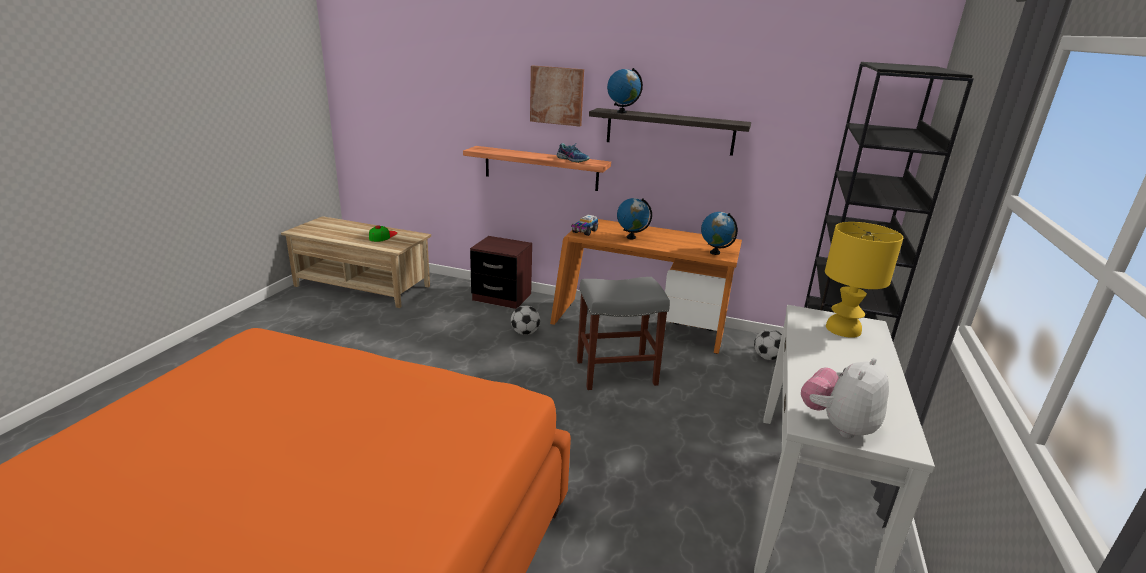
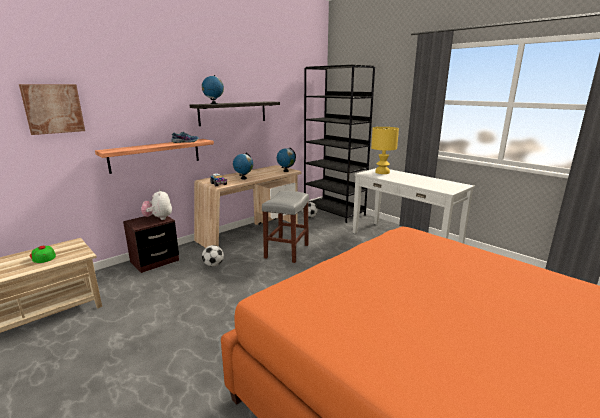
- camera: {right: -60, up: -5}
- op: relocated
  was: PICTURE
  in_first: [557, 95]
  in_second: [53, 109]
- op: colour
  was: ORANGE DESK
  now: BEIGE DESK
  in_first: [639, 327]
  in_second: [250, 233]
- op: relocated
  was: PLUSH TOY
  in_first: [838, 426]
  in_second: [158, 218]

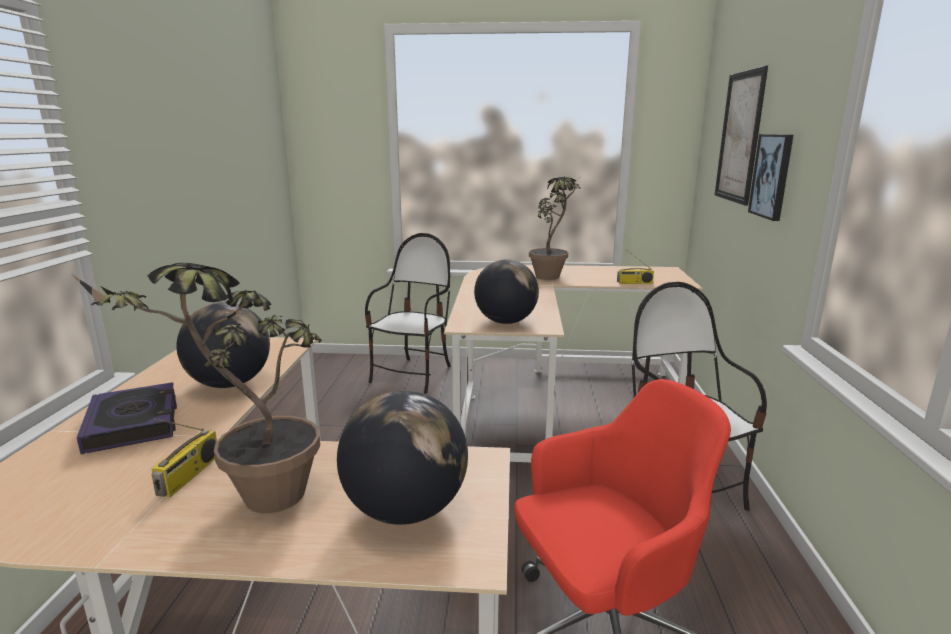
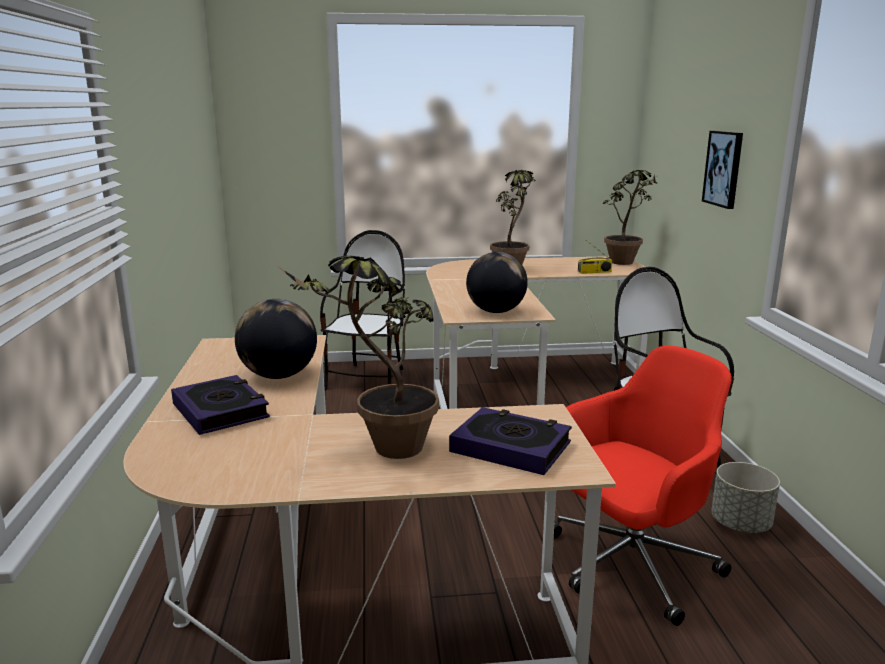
- camera: {right: -10, up: 0}
- op: missing
  was: RADIO
  in_first: [189, 475]
- op: exchanged
  was: GLOBE
  now: BOOK
  in_first: [405, 510]
  in_second: [510, 447]
- op: missing
  was: PICTURE
  in_first: [739, 137]
- op: appeared
  now: POTTED PLANT
  in_second: [625, 264]
- op: appeared
  now: GREY PLANTER
  in_second: [740, 524]

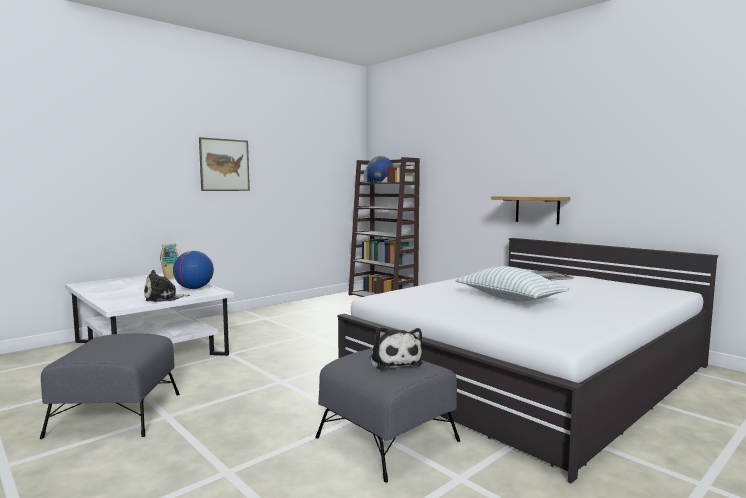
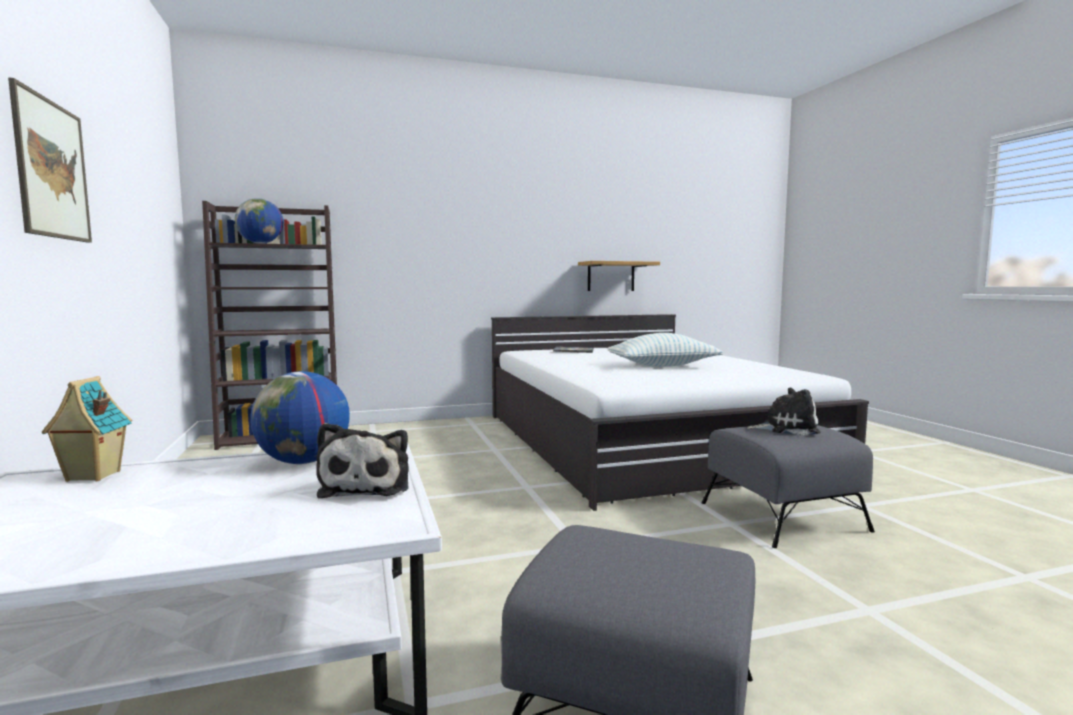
- camera: {right: -65, up: 0}
- op: relocated
  was: SHELF
  in_first: [537, 209]
  in_second: [611, 276]

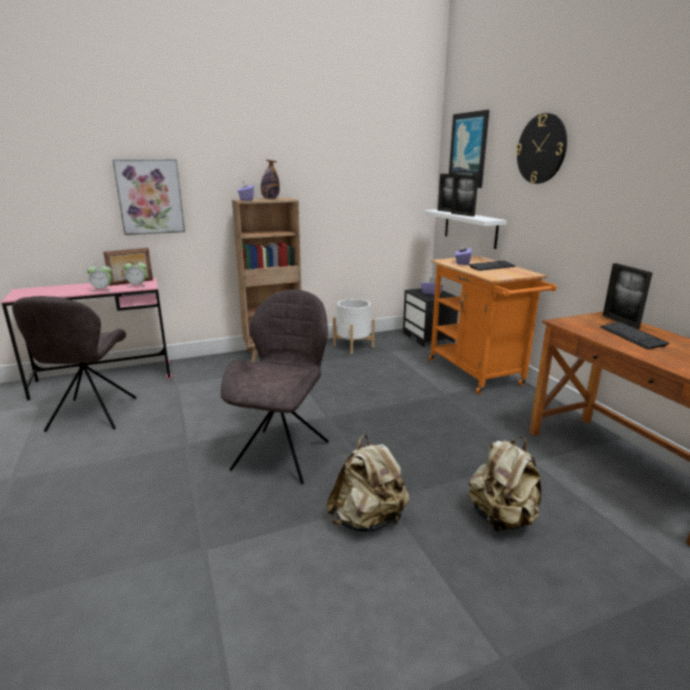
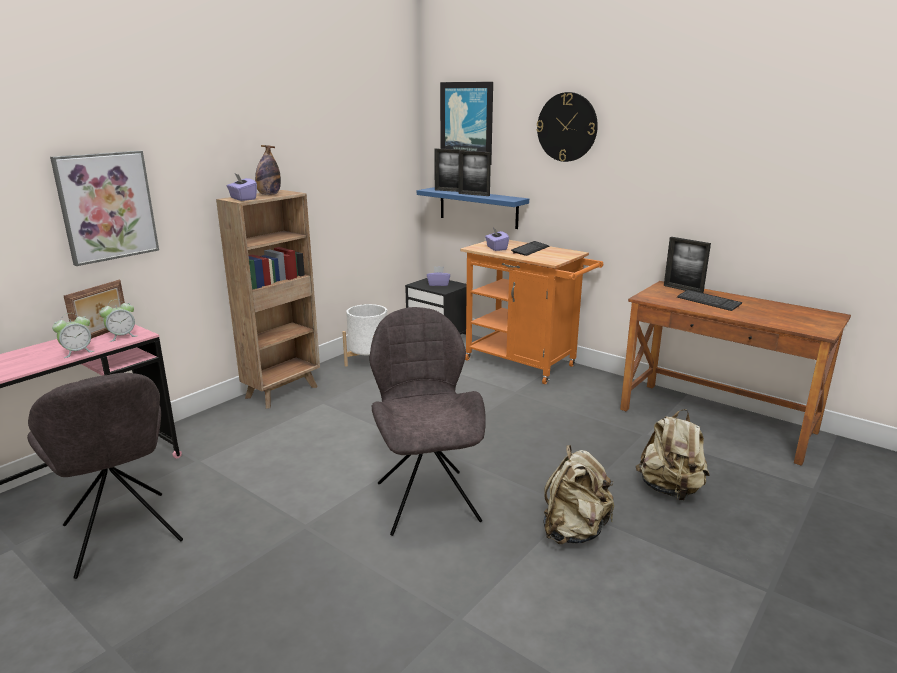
- camera: {right: -30, up: 0}
- op: colour
  was: WHITE SHELF
  now: BLUE SHELF
  in_first: [470, 228]
  in_second: [478, 208]

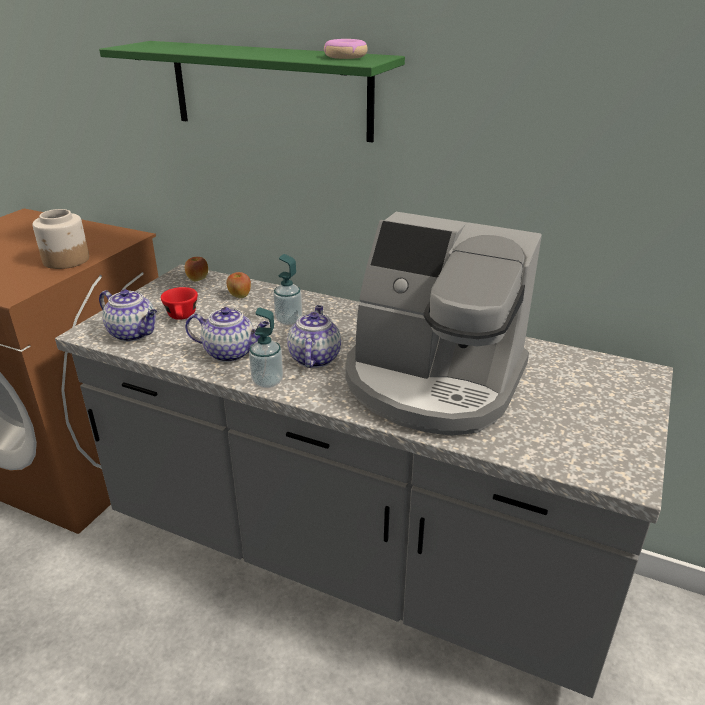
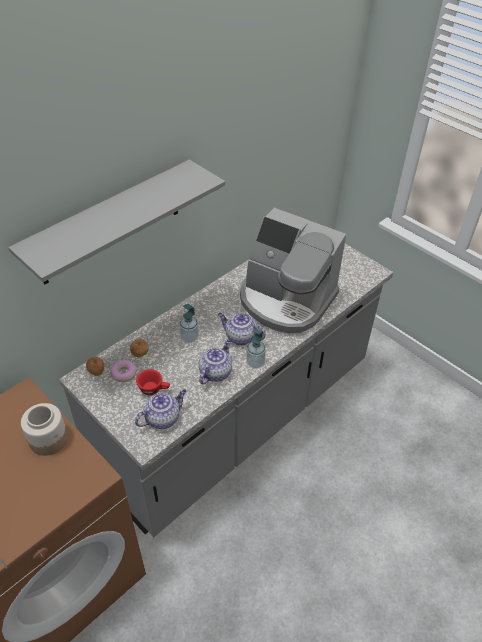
- camera: {right: -70, up: 15}
- op: colour
  was: GREEN SHELF
  now: GREY SHELF
  in_first: [270, 90]
  in_second: [110, 223]
- op: relocated
  was: DONUT
  in_first: [345, 56]
  in_second: [123, 373]
- op: spun
  was: COFFEE MACHINE
  in_first: [432, 382]
  in_second: [286, 300]
  clockwise: 75

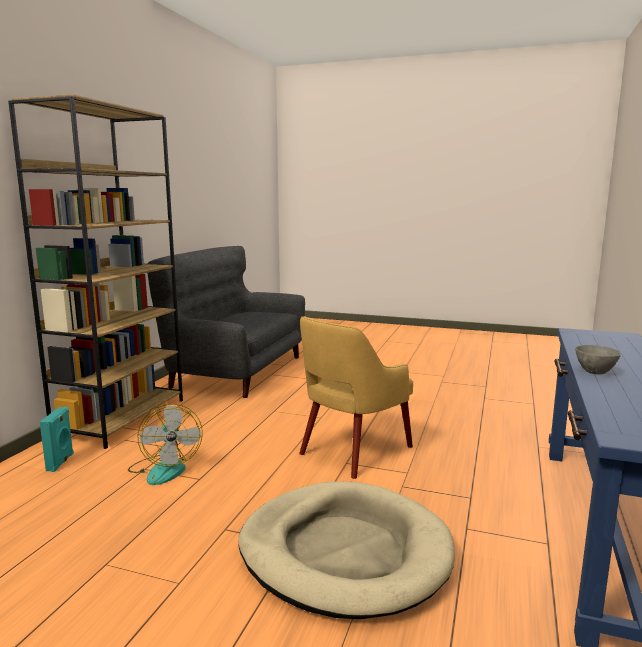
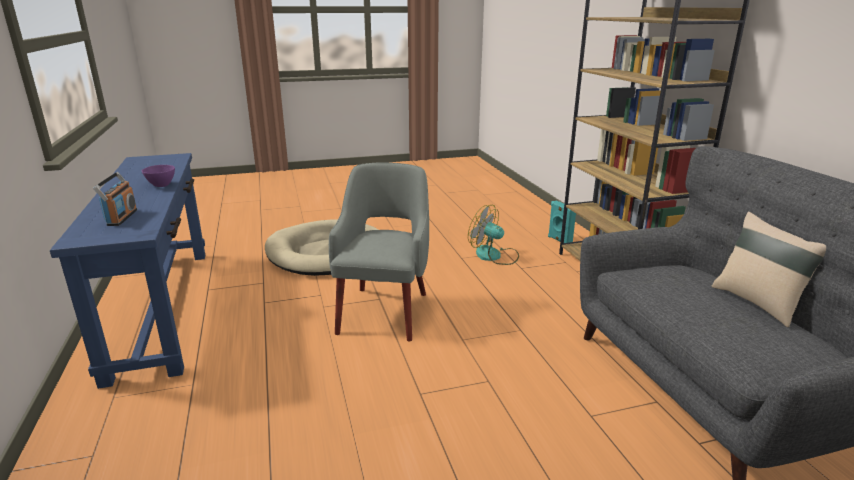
- camera: {right: 145, up: 10}
- op: colour
  was: YELLOW ARMCHAIR
  now: GREY ARMCHAIR
  in_first: [353, 451]
  in_second: [384, 311]
- op: colour
  was: GREY BOWL
  now: PURPLE BOWL
  in_first: [595, 372]
  in_second: [161, 185]
- op: appeared
  now: RADIO
  in_second: [121, 217]
- op: appeared
  now: BEIGE PILLOW
  in_second: [758, 303]

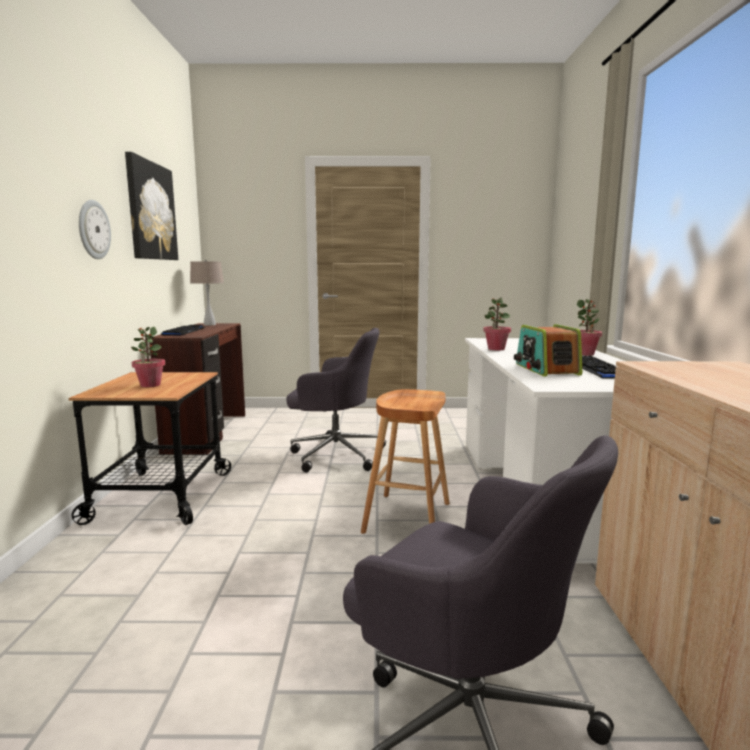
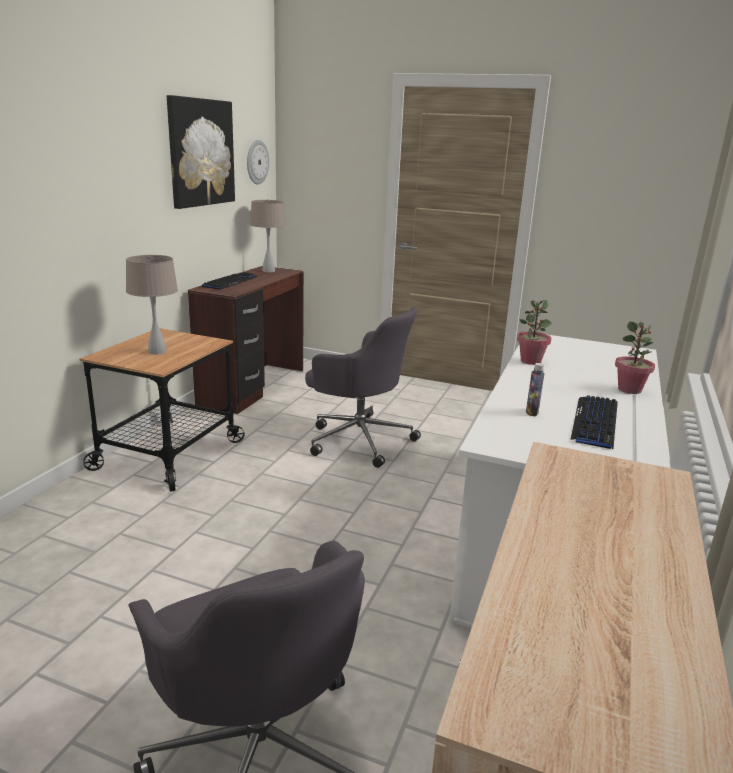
- camera: {right: 20, up: 10}
- op: relocated
  was: WALL CLOCK
  in_first: [93, 230]
  in_second: [256, 162]
- op: exchanged
  was: POTTED PLANT
  now: BEIGE TABLE LAMP
  in_first: [150, 385]
  in_second: [156, 351]
- op: missing
  was: BROWN STOOL
  in_first: [407, 518]
- op: exchanged
  was: RADIO
  now: BOTTLE
  in_first: [546, 369]
  in_second: [532, 412]

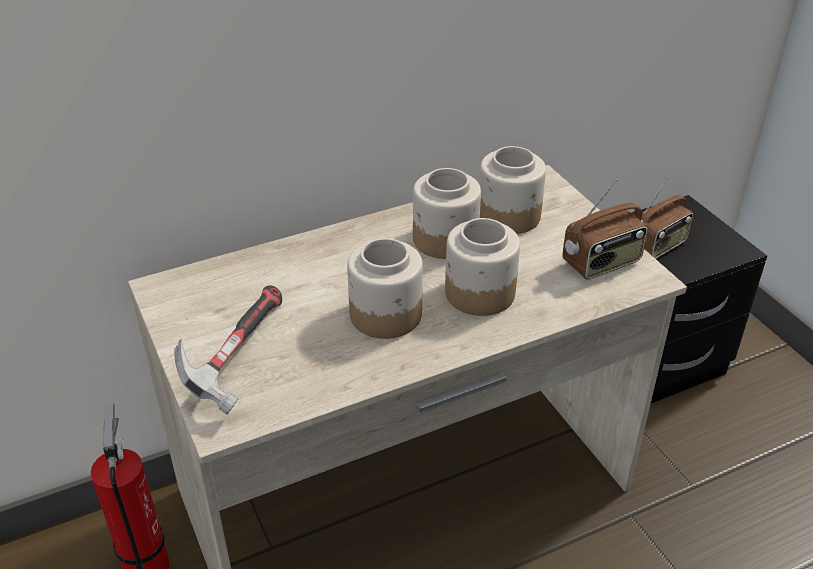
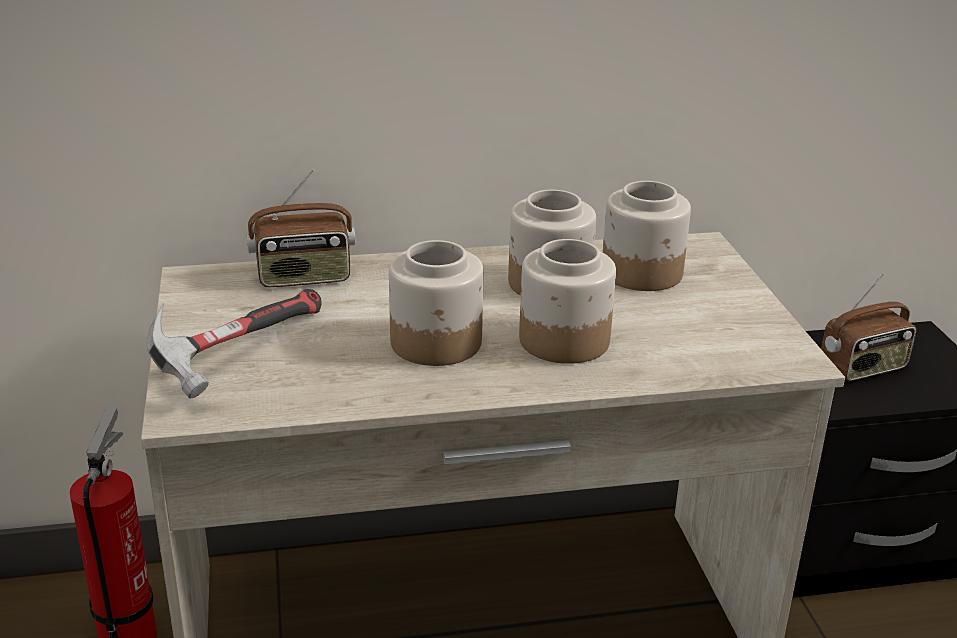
- camera: {right: 15, up: -10}
- op: relocated
  was: RADIO
  in_first: [602, 263]
  in_second: [304, 278]

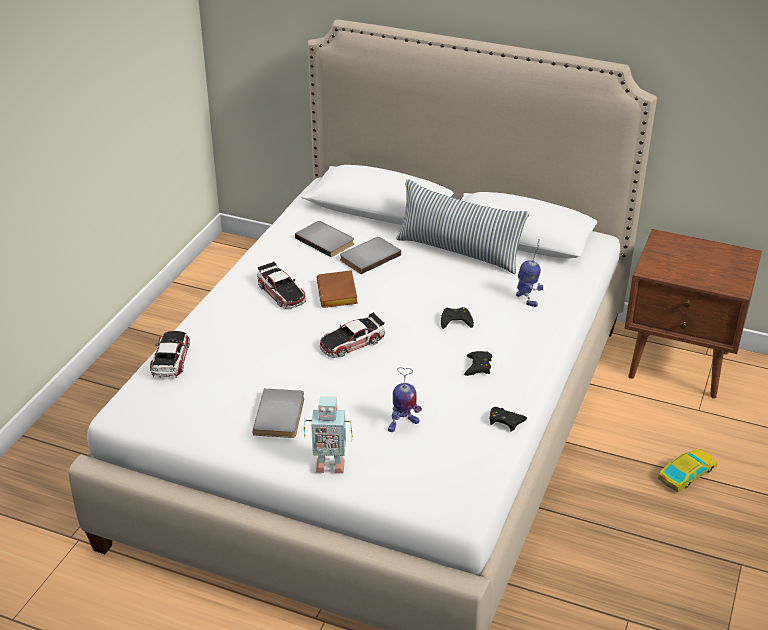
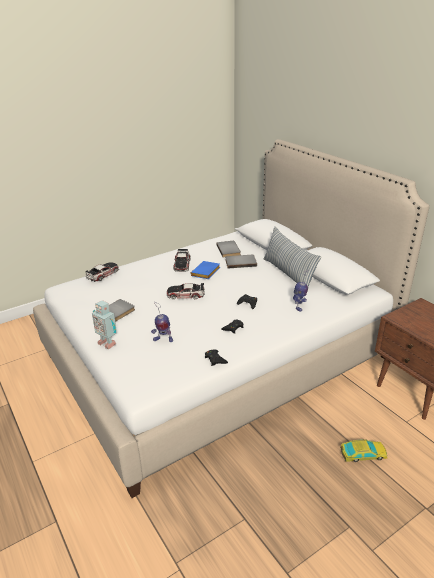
- camera: {right: 35, up: -5}
- op: colour
  was: BROWN BOOK
  now: BLUE BOOK
  in_first: [339, 294]
  in_second: [206, 273]

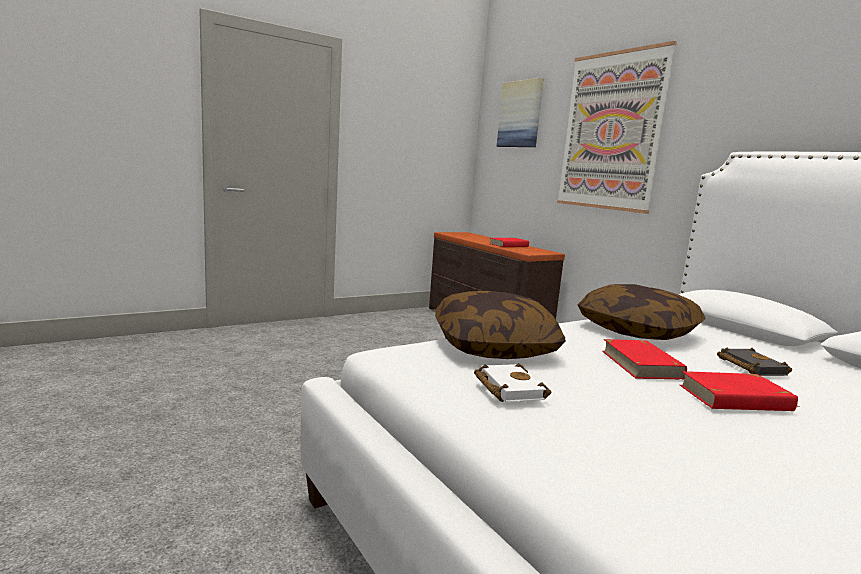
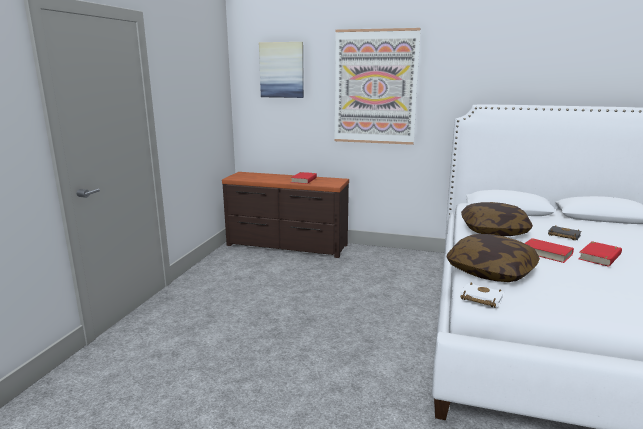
- camera: {right: -40, up: 5}
- op: relocated
  was: WHITE BOOK
  in_first: [506, 388]
  in_second: [480, 298]

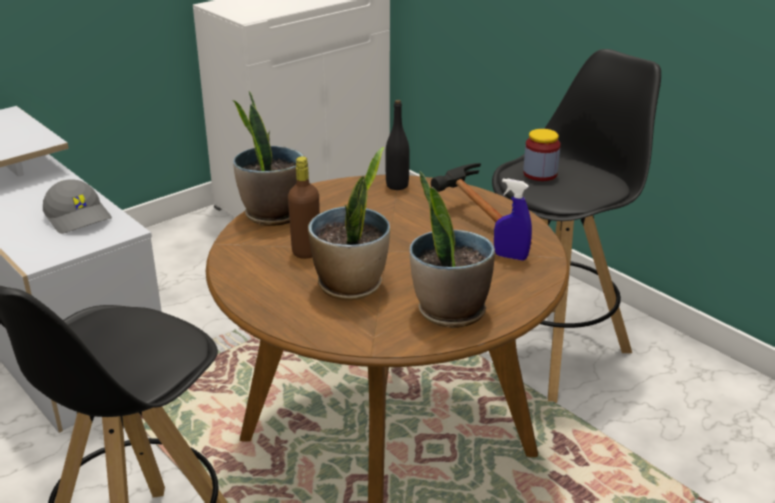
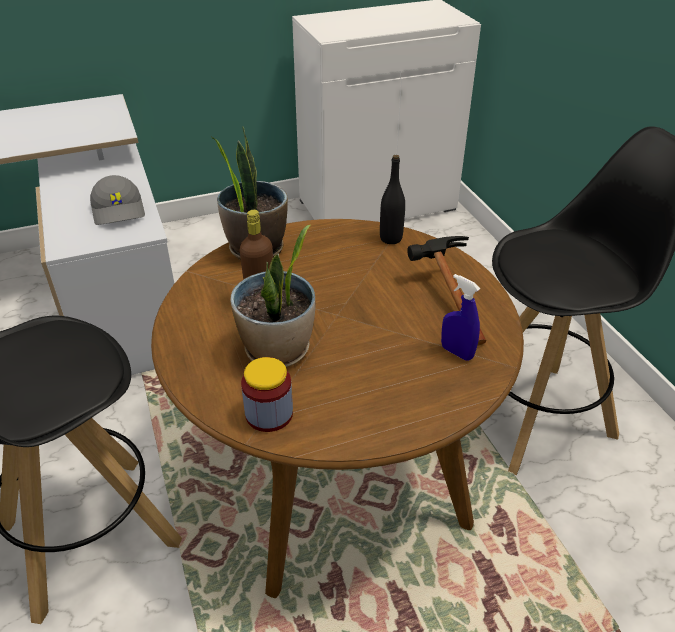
- camera: {right: 20, up: 10}
- op: missing
  was: POTTED PLANT
  in_first: [449, 311]
- op: relocated
  was: JAR
  in_first: [540, 174]
  in_second: [269, 414]

